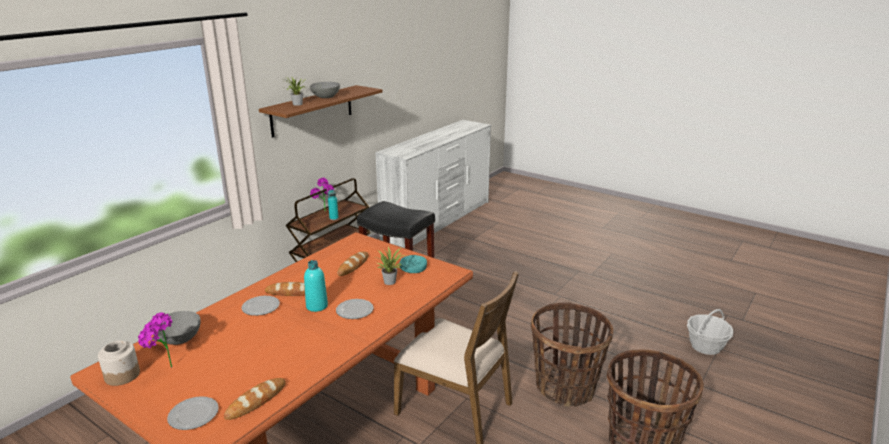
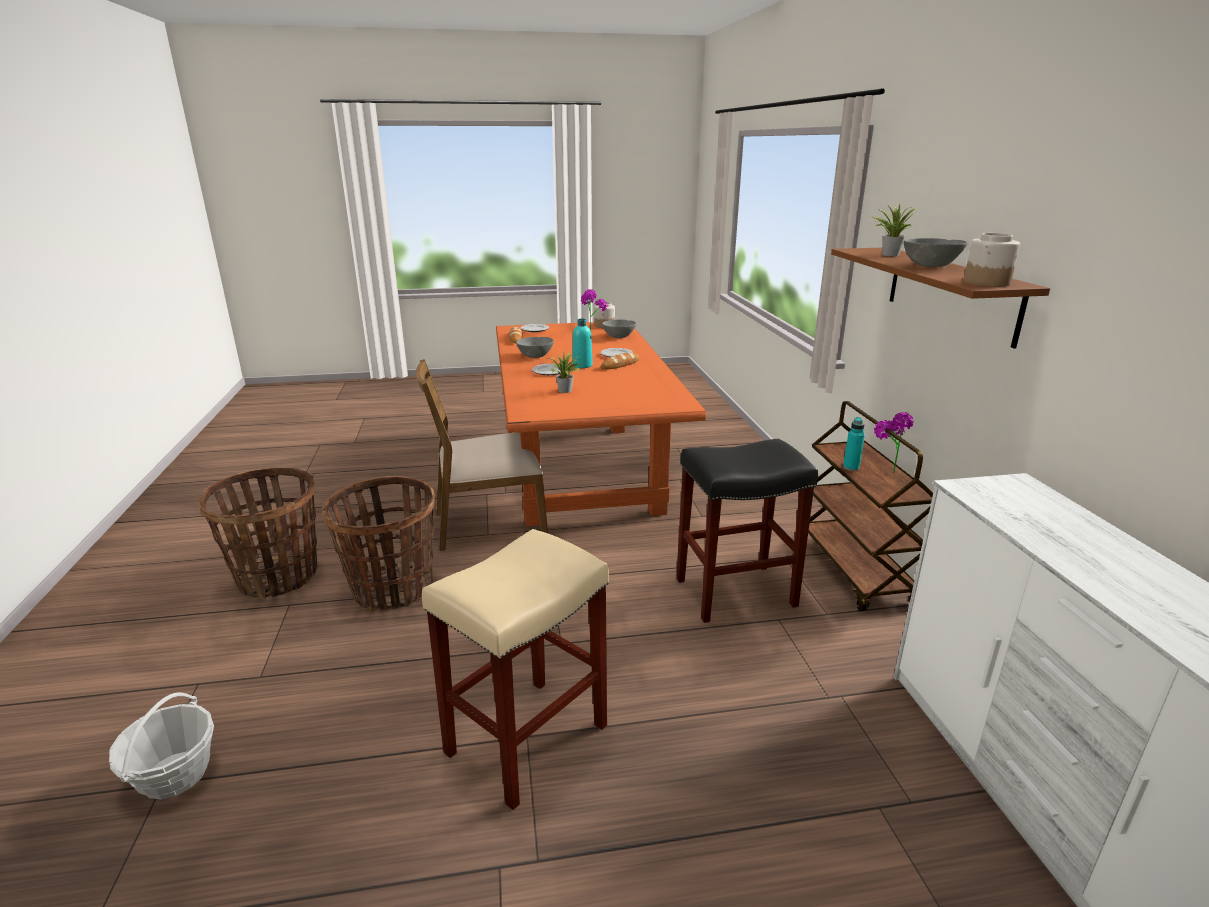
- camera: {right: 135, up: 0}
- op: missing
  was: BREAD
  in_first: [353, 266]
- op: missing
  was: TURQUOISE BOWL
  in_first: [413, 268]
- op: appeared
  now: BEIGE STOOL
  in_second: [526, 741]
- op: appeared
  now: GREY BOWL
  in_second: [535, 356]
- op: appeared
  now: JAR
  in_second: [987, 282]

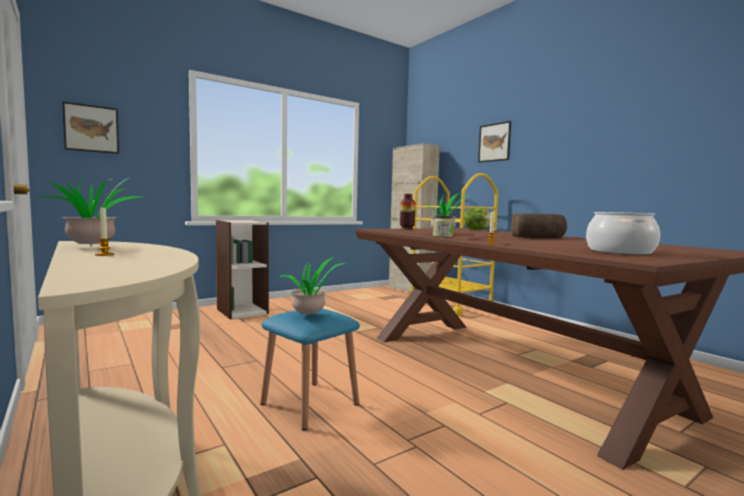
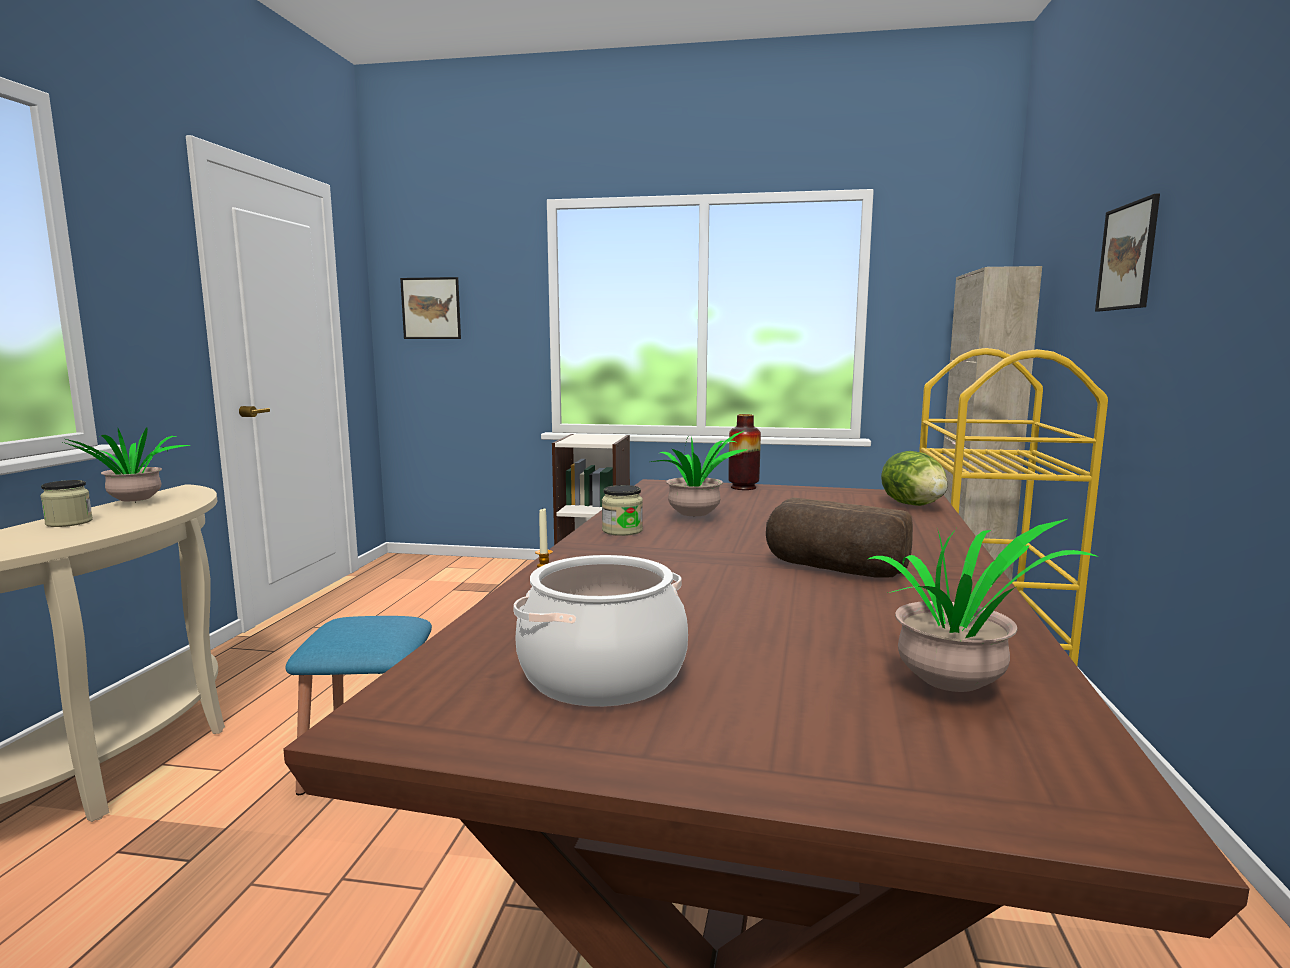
- camera: {right: 45, up: 5}
- op: exchanged
  was: CANDLE
  now: JAR
  in_first: [104, 254]
  in_second: [69, 522]
- op: relocated
  was: POTTED PLANT
  in_first: [311, 315]
  in_second: [958, 691]

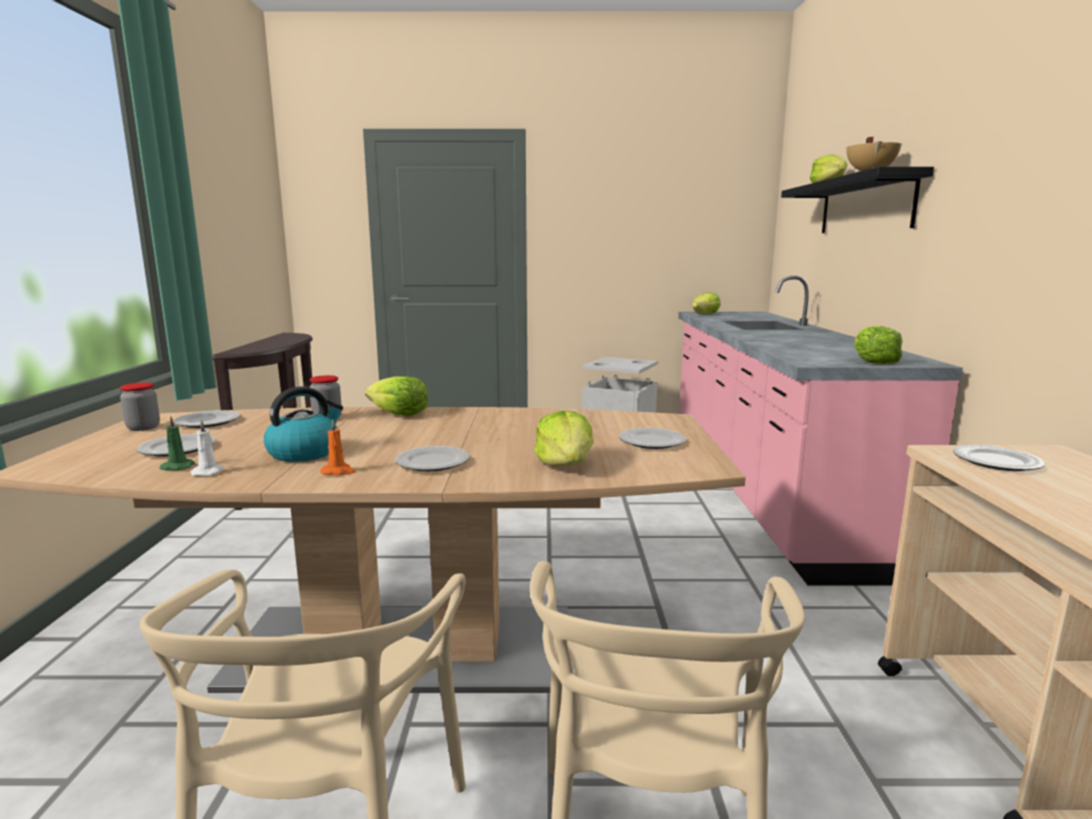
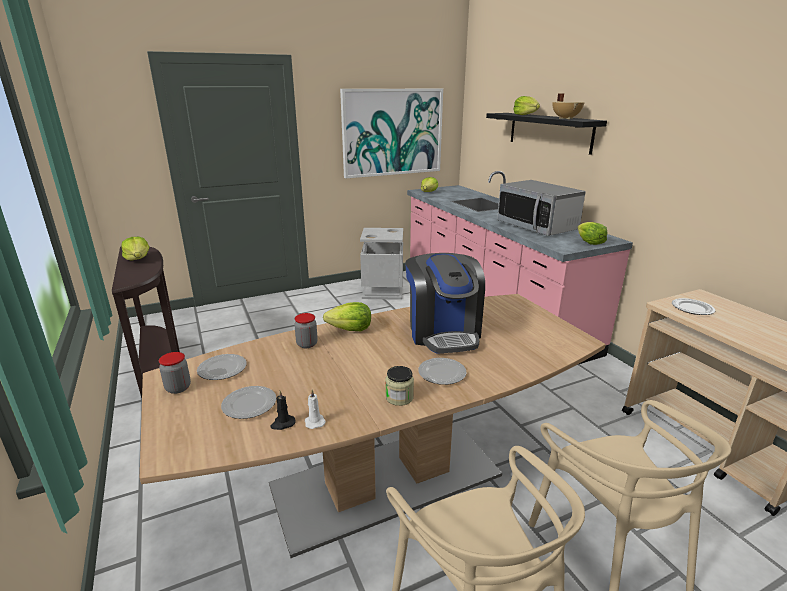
- camera: {right: -25, up: 10}
- op: colour
  was: GREEN CANDLE
  now: BLACK CANDLE
  in_first: [176, 467]
  in_second: [282, 424]
- op: missing
  was: KETTLE
  in_first: [305, 452]
- op: exchanged
  was: ORANGE CANDLE
  now: JAR
  in_first: [338, 472]
  in_second: [399, 397]
- op: relocated
  was: LETTUCE
  in_first: [565, 464]
  in_second: [138, 259]
- op: missing
  was: PLATE
  in_first: [651, 441]
- op: appeared
  now: PICTURE
  in_second: [392, 132]
- op: appeared
  now: COFFEE MACHINE
  in_second: [443, 332]
- op: appeared
  now: MICROWAVE
  in_second: [537, 227]

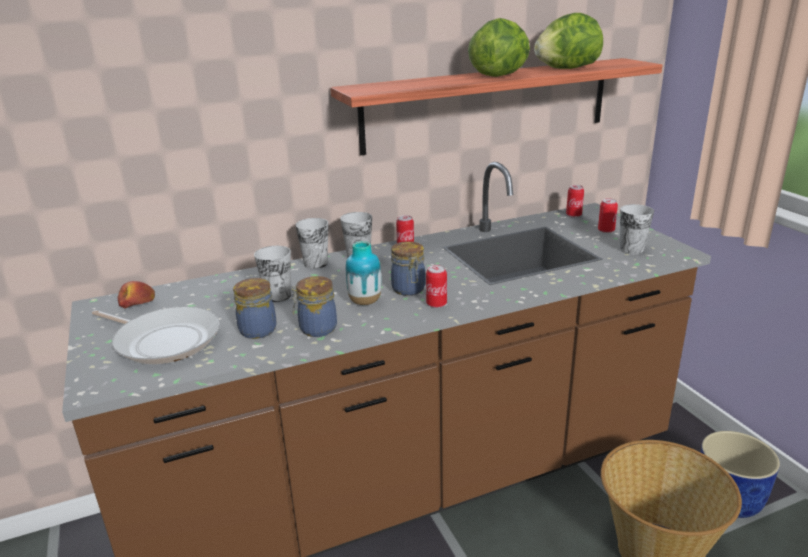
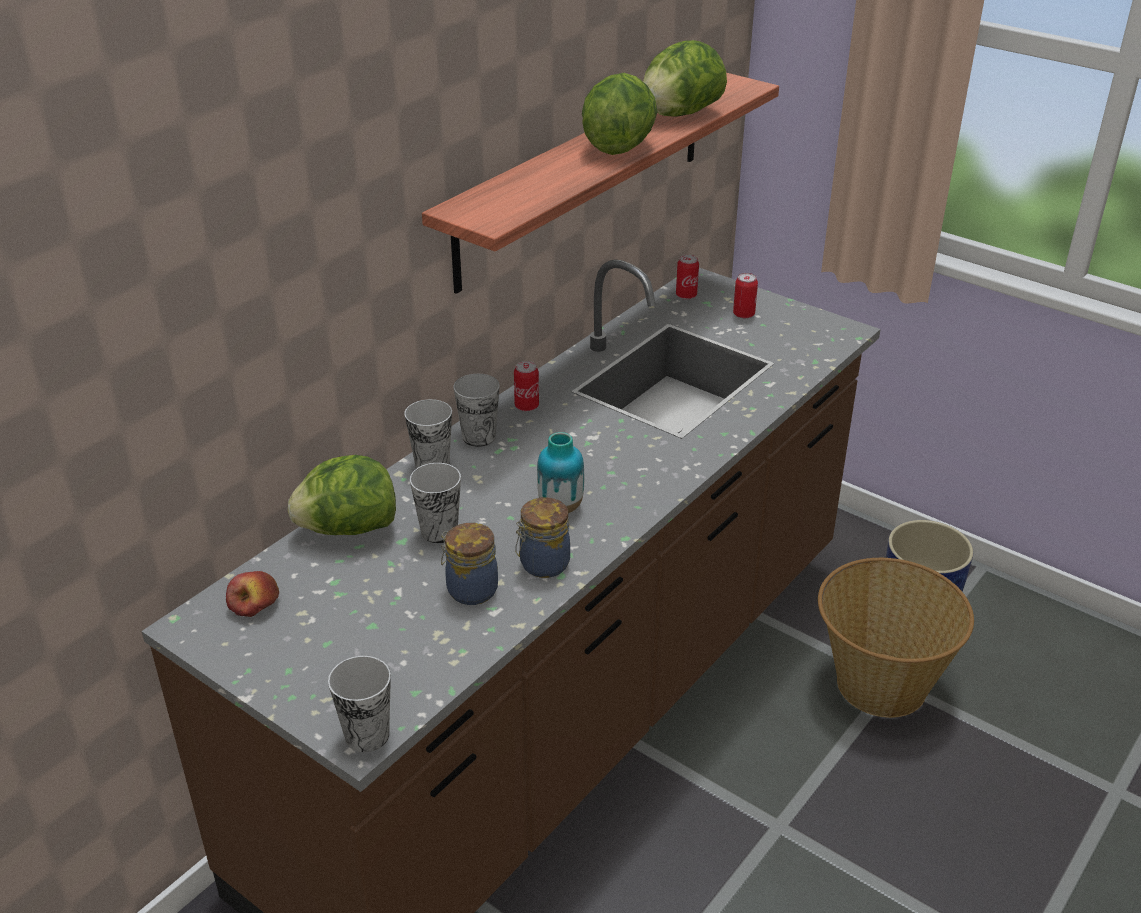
- camera: {right: -30, up: 10}
- op: missing
  was: FRYING PAN
  in_first: [164, 340]
- op: missing
  was: JAR
  in_first: [409, 290]
- op: missing
  was: CAN
  in_first: [436, 304]
- op: relocated
  was: CUP
  in_first: [631, 250]
  in_second: [367, 735]
- op: appeared
  now: LETTUCE
  in_second: [348, 529]

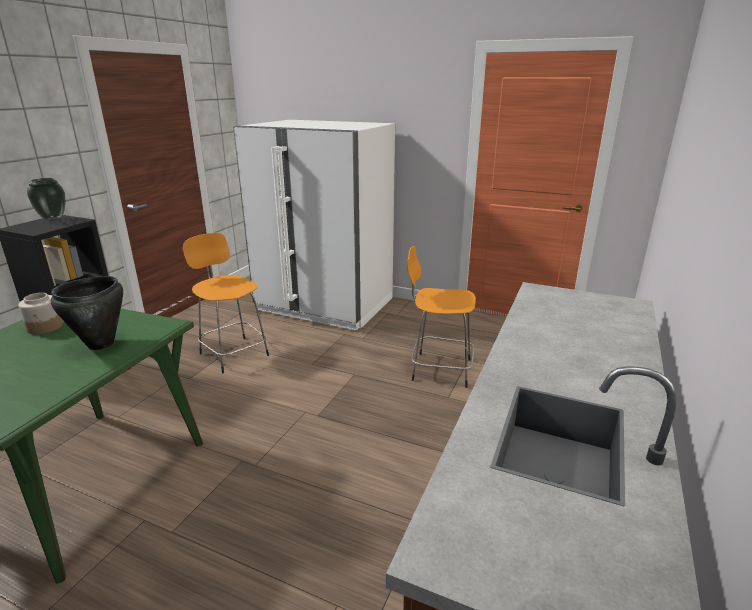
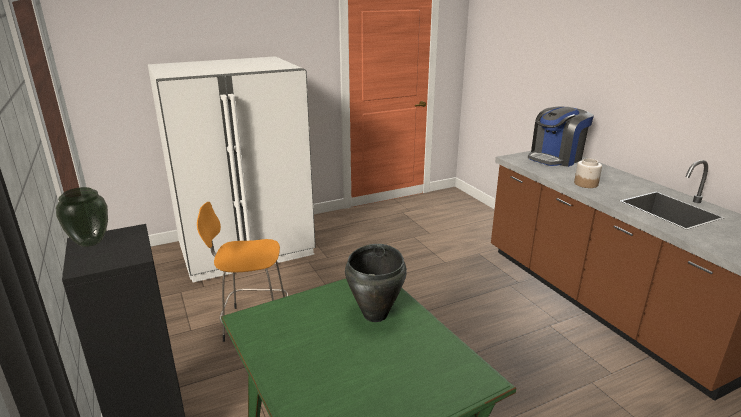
- camera: {right: -50, up: 0}
- op: relocated
  was: JAR
  in_first: [45, 327]
  in_second: [586, 184]
- op: missing
  was: ORANGE STOOL
  in_first: [439, 369]
- op: appeared
  now: COFFEE MACHINE
  in_second: [555, 158]

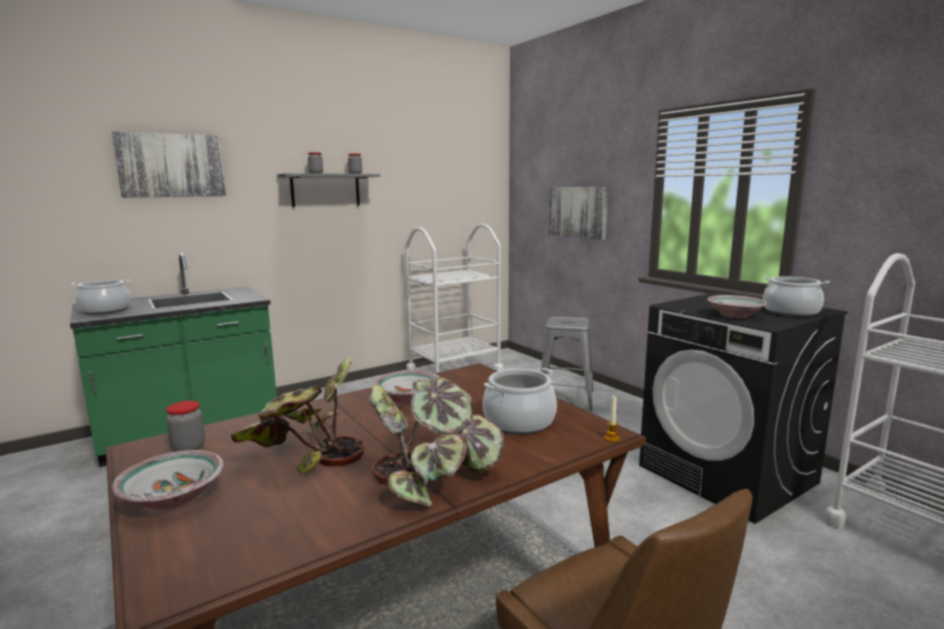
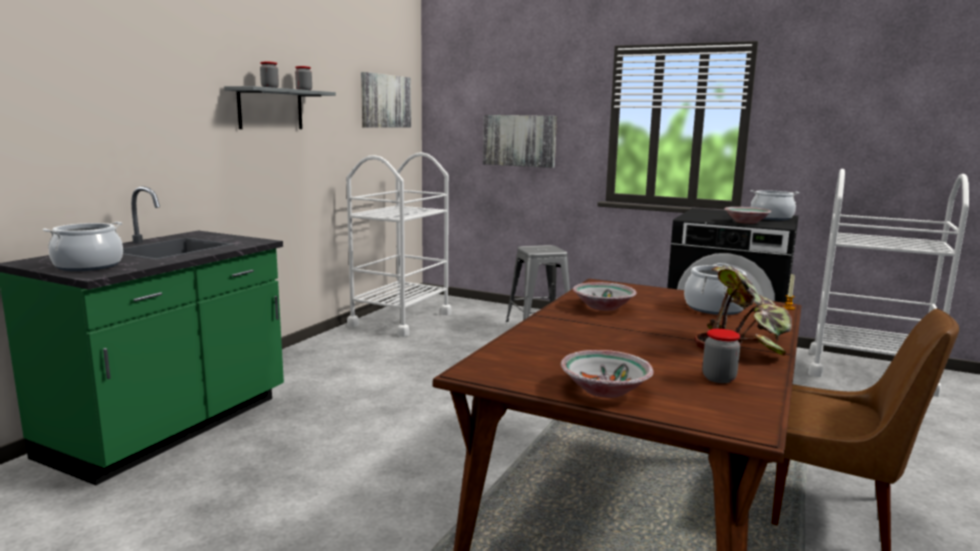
- camera: {right: -30, up: 0}
- op: relocated
  was: PICTURE
  in_first: [172, 165]
  in_second: [385, 101]
- op: relocated
  was: JAR
  in_first: [188, 448]
  in_second: [718, 378]
- op: missing
  was: POTTED PLANT
  in_first: [306, 456]

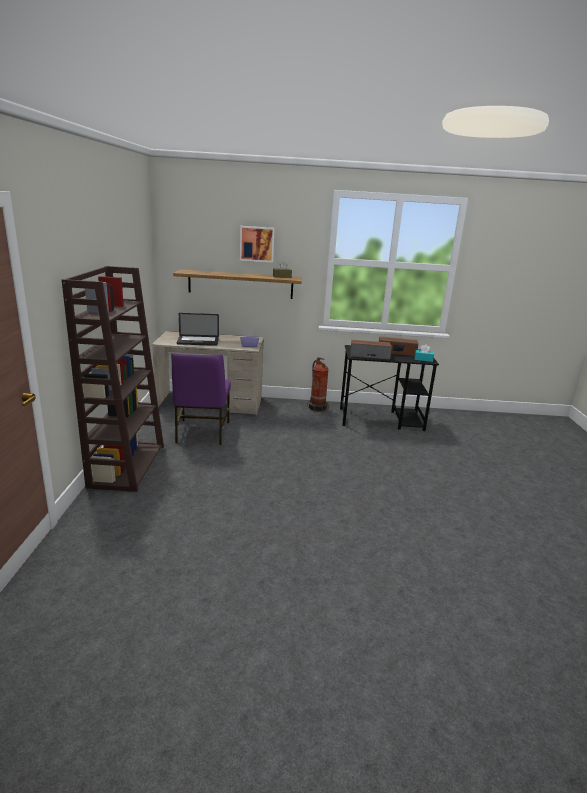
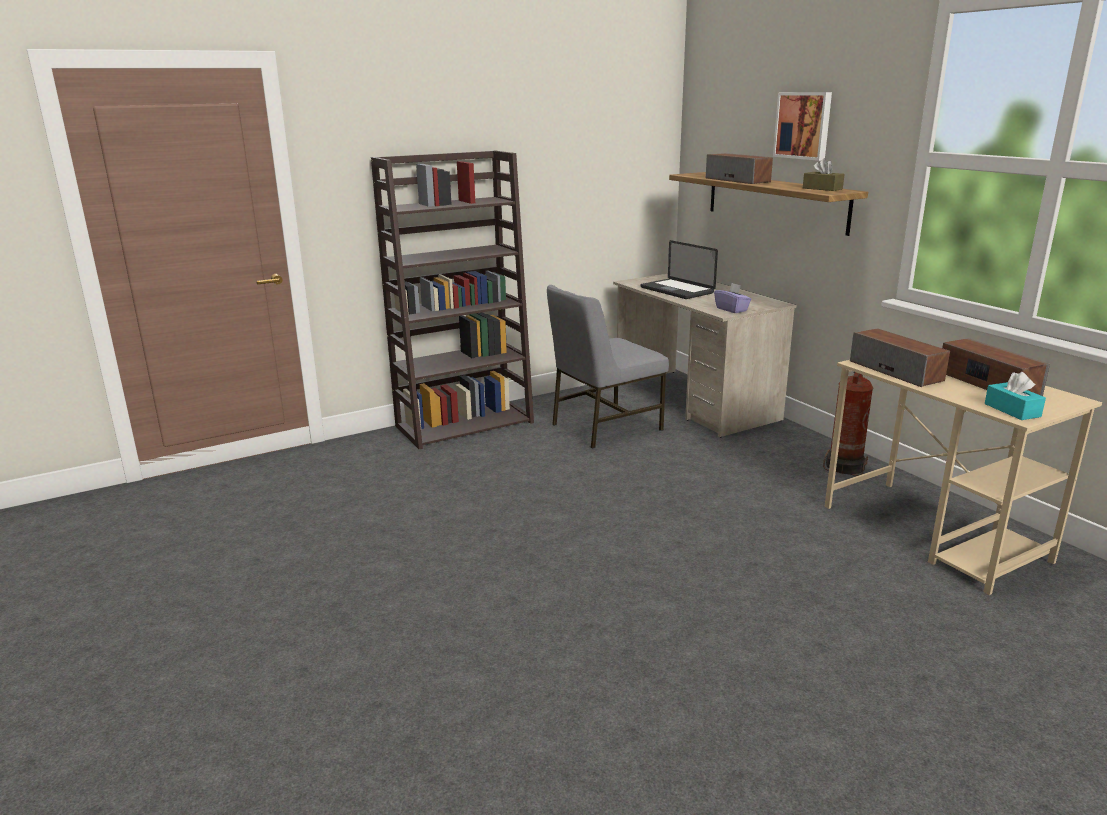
- camera: {right: 60, up: 0}
- op: colour
  was: PURPLE CHAIR
  now: GREY CHAIR
  in_first: [201, 432]
  in_second: [604, 427]
- op: colour
  was: BLACK DESK
  now: BEIGE DESK
  in_first: [381, 419]
  in_second: [934, 534]
- op: appeared
  now: SPEAKER
  in_second: [738, 180]

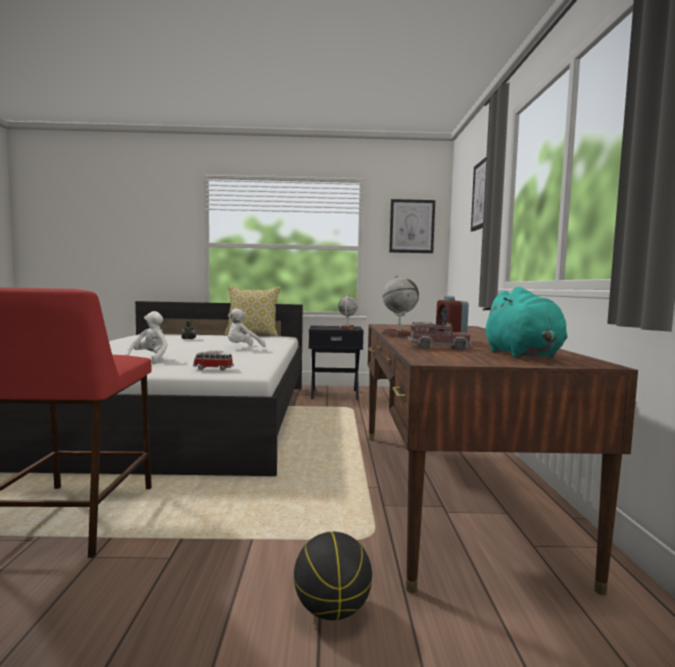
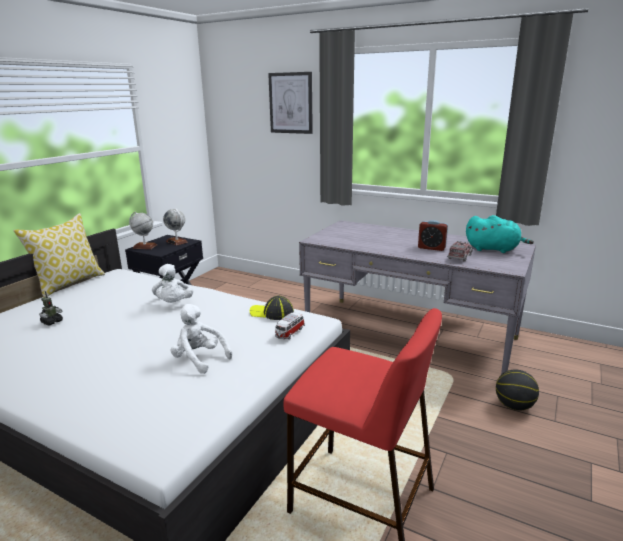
- camera: {right: -60, up: 15}
- op: colour
  was: BROWN DESK
  now: GREY DESK
  in_first: [448, 490]
  in_second: [409, 334]
- op: relocated
  was: GLOBE
  in_first: [399, 335]
  in_second: [144, 246]
- op: missing
  was: PICTURE
  in_first: [412, 226]
- op: appeared
  now: CAP
  in_second: [272, 313]

